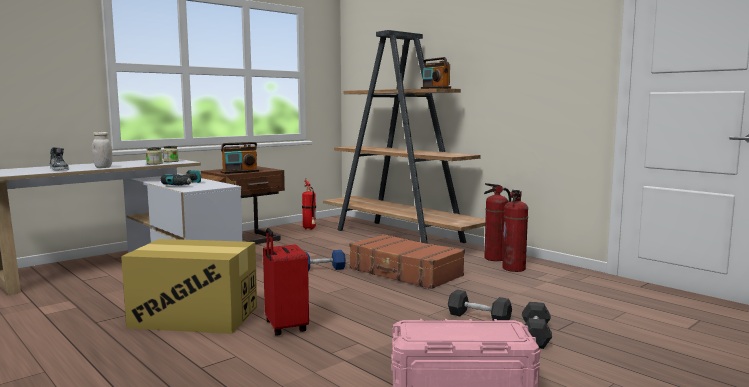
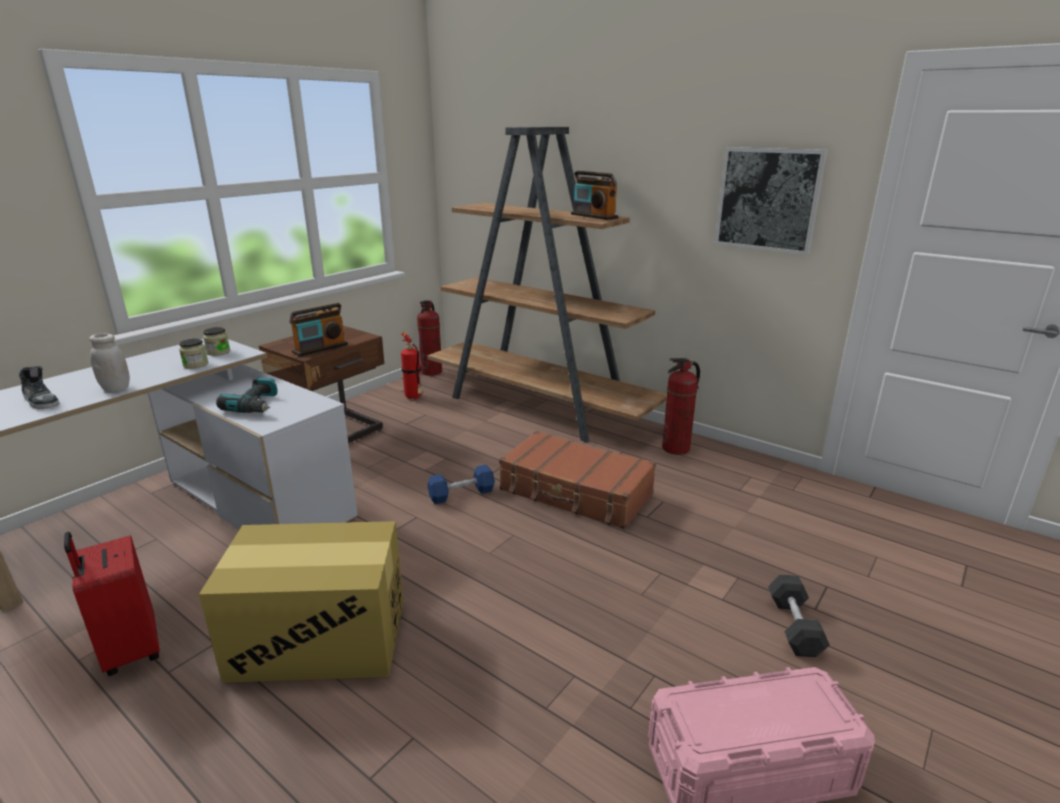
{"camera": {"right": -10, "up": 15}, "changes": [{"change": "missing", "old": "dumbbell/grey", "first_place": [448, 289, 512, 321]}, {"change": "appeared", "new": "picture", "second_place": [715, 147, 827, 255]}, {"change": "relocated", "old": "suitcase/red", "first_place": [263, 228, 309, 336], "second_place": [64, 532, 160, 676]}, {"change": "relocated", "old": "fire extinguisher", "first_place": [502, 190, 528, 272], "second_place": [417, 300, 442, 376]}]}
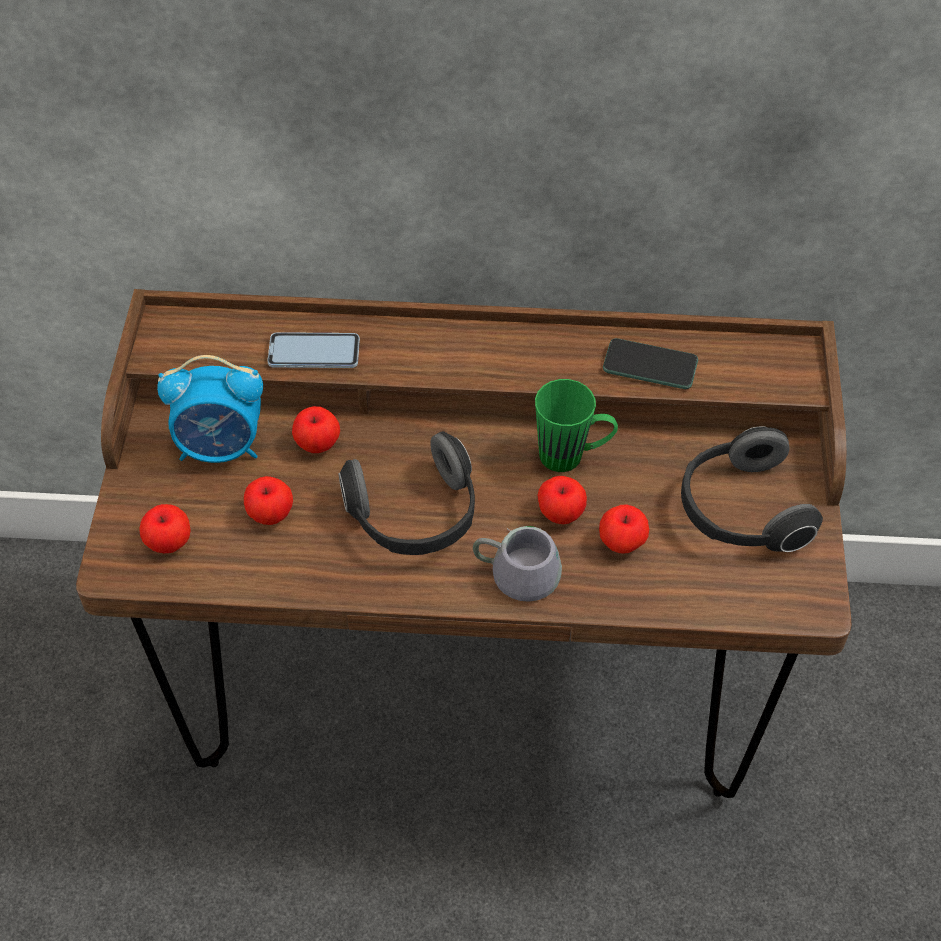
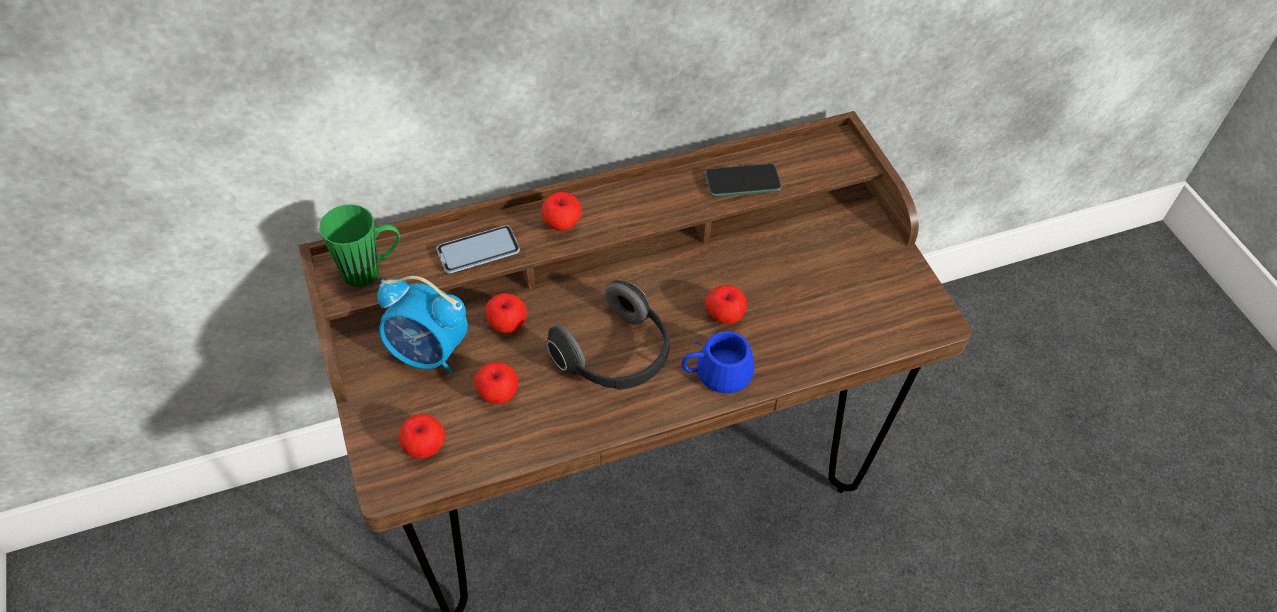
{"camera": {"right": -25, "up": 0}, "changes": [{"change": "missing", "old": "headphones", "first_place": [681, 426, 823, 552]}, {"change": "relocated", "old": "mug/green", "first_place": [535, 379, 618, 472], "second_place": [319, 204, 400, 287]}, {"change": "relocated", "old": "apple", "first_place": [599, 504, 649, 554], "second_place": [541, 192, 582, 231]}, {"change": "colour", "old": "mug/grey", "new": "mug/blue", "first_place": [473, 526, 562, 602], "second_place": [682, 331, 754, 394]}, {"change": "spun", "old": "alarm clock", "first_place": [157, 355, 263, 463], "second_place": [377, 276, 468, 373], "degrees": 45}]}
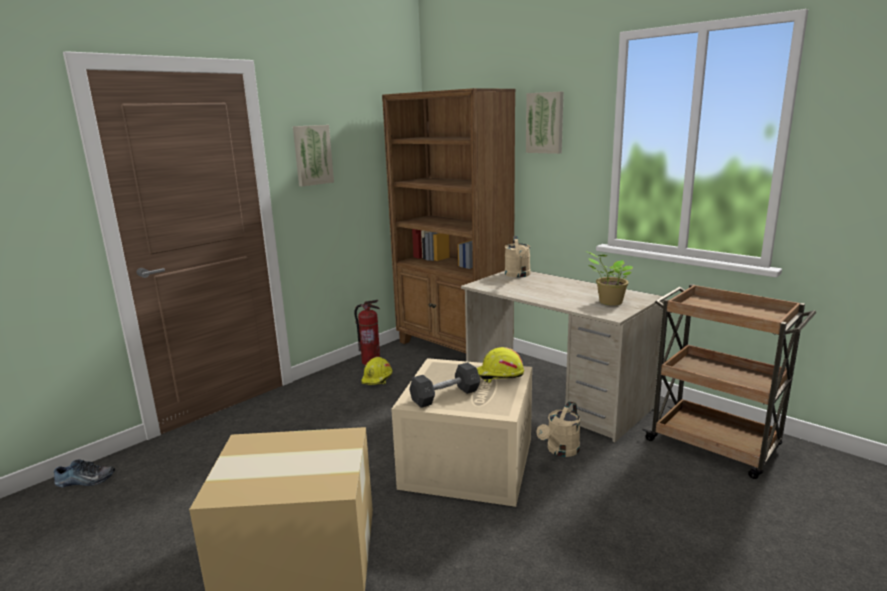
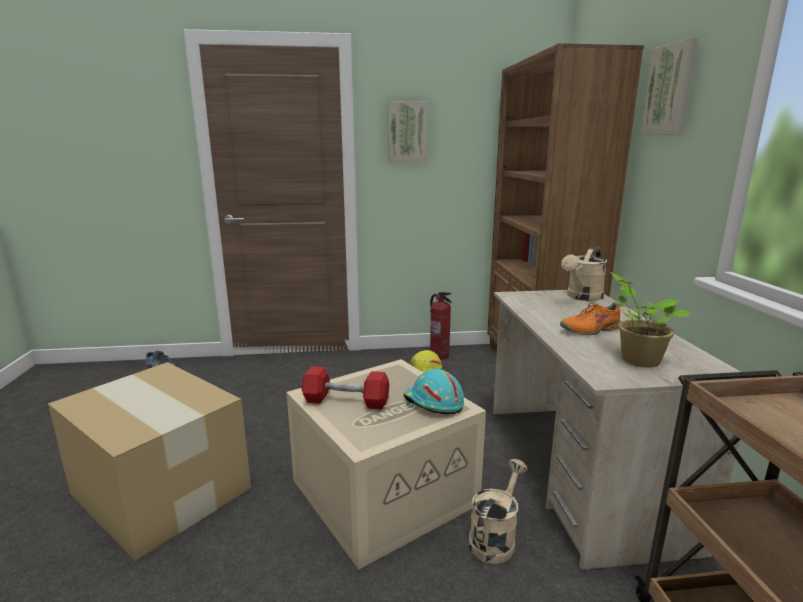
{"camera": {"right": 40, "up": 0}, "changes": [{"change": "appeared", "new": "shoe/orange", "second_place": [560, 302, 624, 335]}, {"change": "colour", "old": "dumbbell/grey", "new": "dumbbell/red", "first_place": [409, 362, 480, 408], "second_place": [301, 366, 390, 410]}, {"change": "colour", "old": "hard hat/yellow", "new": "hard hat/turquoise", "first_place": [477, 347, 524, 383], "second_place": [404, 369, 464, 415]}, {"change": "spun", "old": "watering can/beige", "first_place": [537, 401, 580, 457], "second_place": [468, 459, 528, 564], "degrees": 135}]}
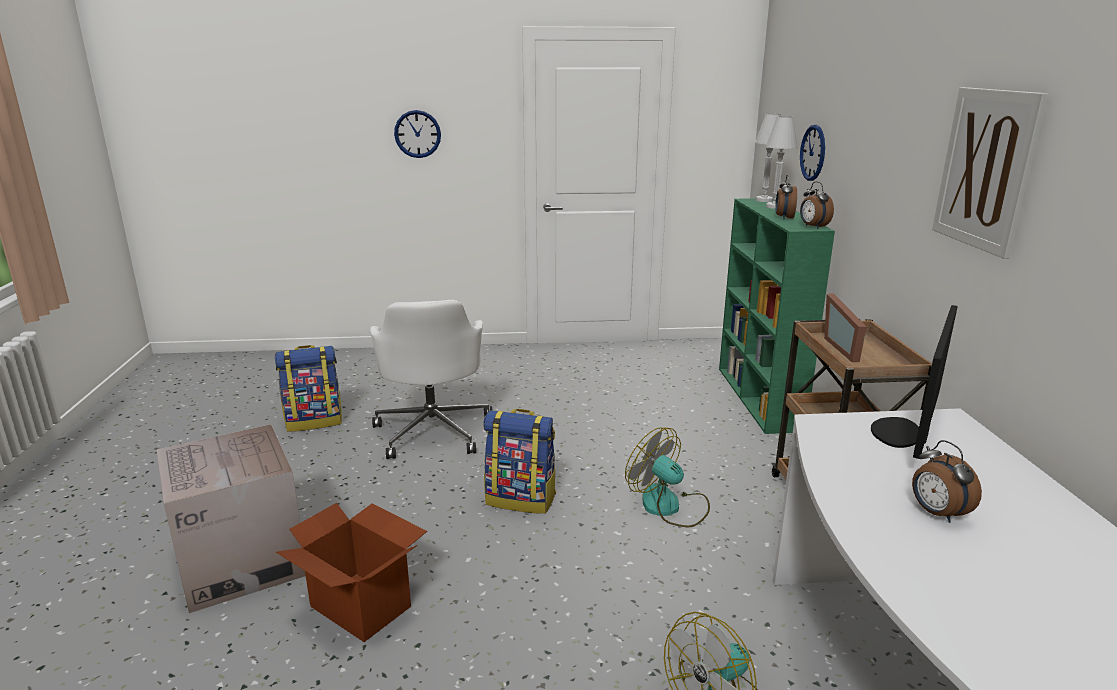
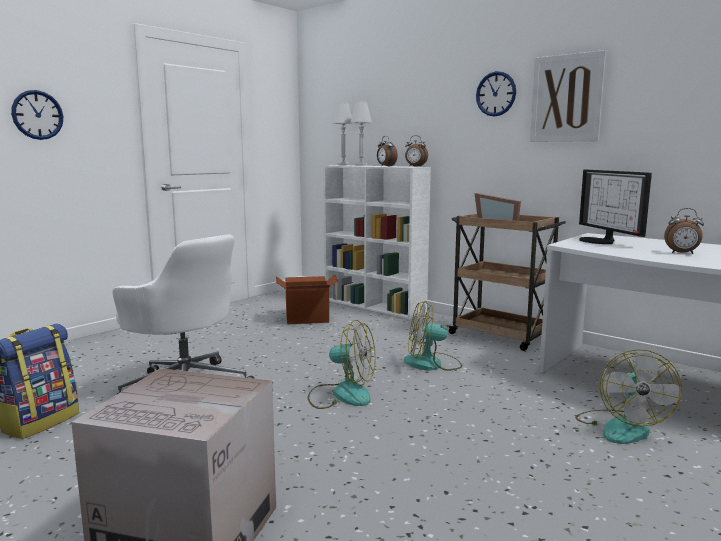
{"camera": {"right": -45, "up": -10}, "changes": [{"change": "relocated", "old": "cardboard box", "first_place": [276, 503, 427, 642], "second_place": [276, 275, 338, 324]}, {"change": "relocated", "old": "wall clock", "first_place": [800, 125, 825, 181], "second_place": [476, 71, 516, 117]}, {"change": "exchanged", "old": "backpack", "new": "fan", "first_place": [483, 409, 556, 514], "second_place": [308, 320, 376, 409]}, {"change": "colour", "old": "bookcase/green", "new": "bookcase/white", "first_place": [719, 198, 835, 434], "second_place": [323, 165, 431, 319]}]}
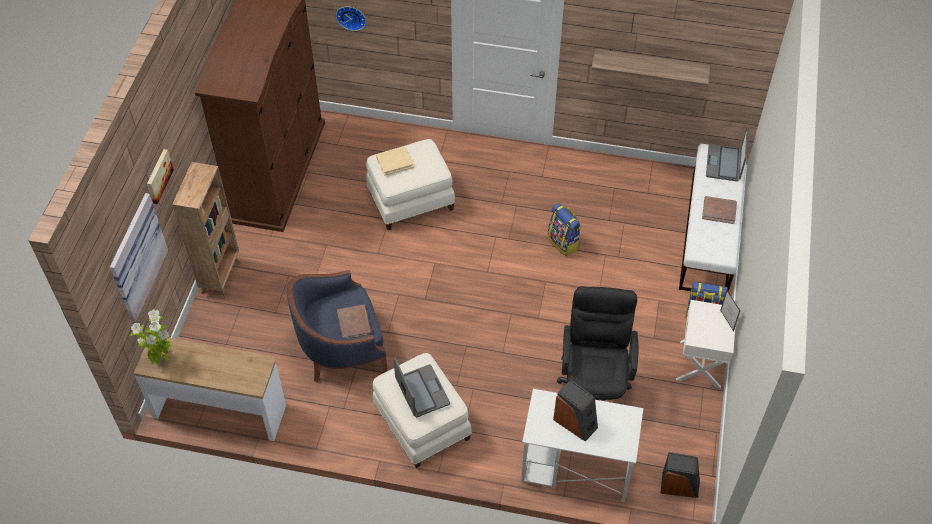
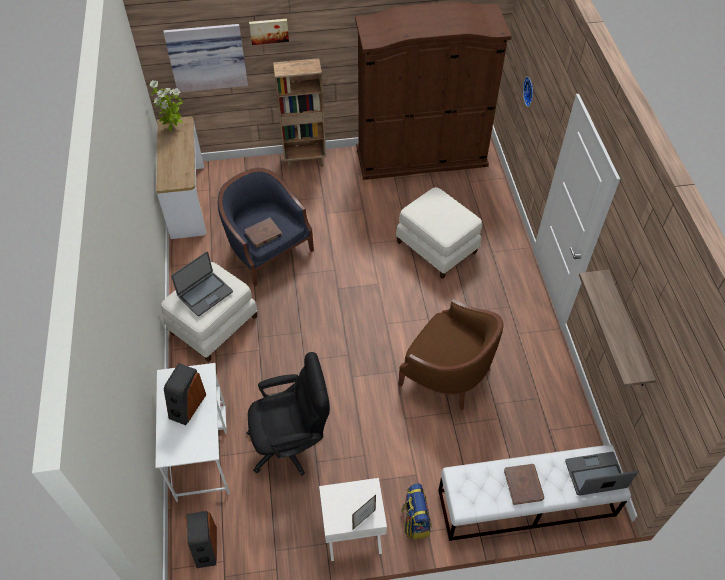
{"camera": {"right": 70, "up": 0}, "changes": [{"change": "missing", "old": "book/beige", "first_place": [376, 147, 414, 176]}, {"change": "exchanged", "old": "backpack", "new": "armchair/brown", "first_place": [547, 203, 581, 256], "second_place": [398, 299, 504, 410]}]}
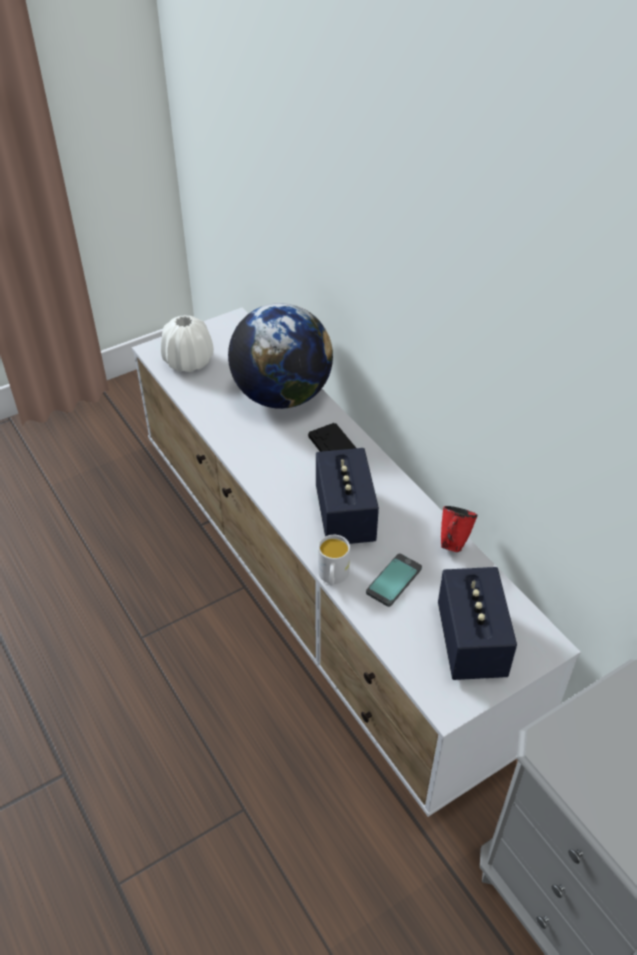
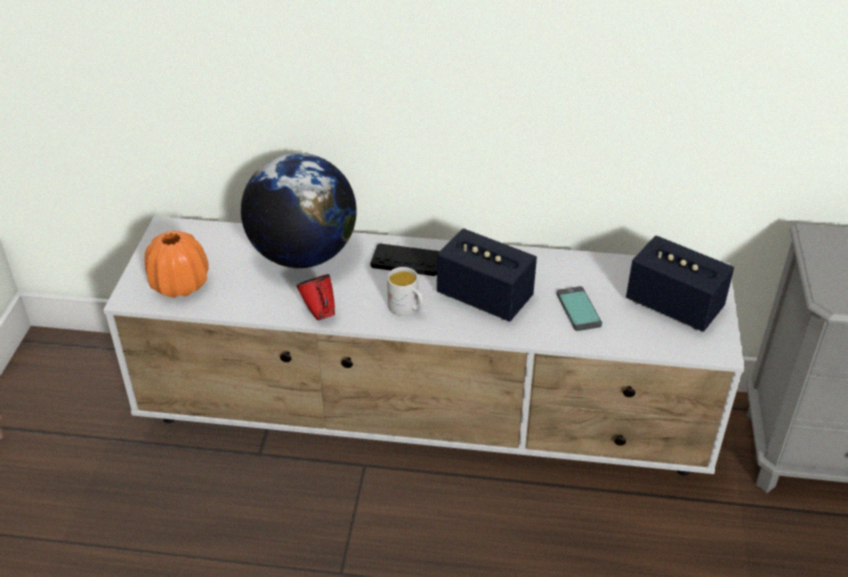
{"camera": {"right": -50, "up": -5}, "changes": [{"change": "relocated", "old": "mug/white", "first_place": [318, 535, 350, 586], "second_place": [387, 267, 423, 316]}, {"change": "relocated", "old": "mug/red", "first_place": [441, 506, 477, 552], "second_place": [296, 274, 335, 320]}, {"change": "colour", "old": "vase/white", "new": "vase/orange", "first_place": [161, 315, 214, 372], "second_place": [145, 231, 209, 298]}]}
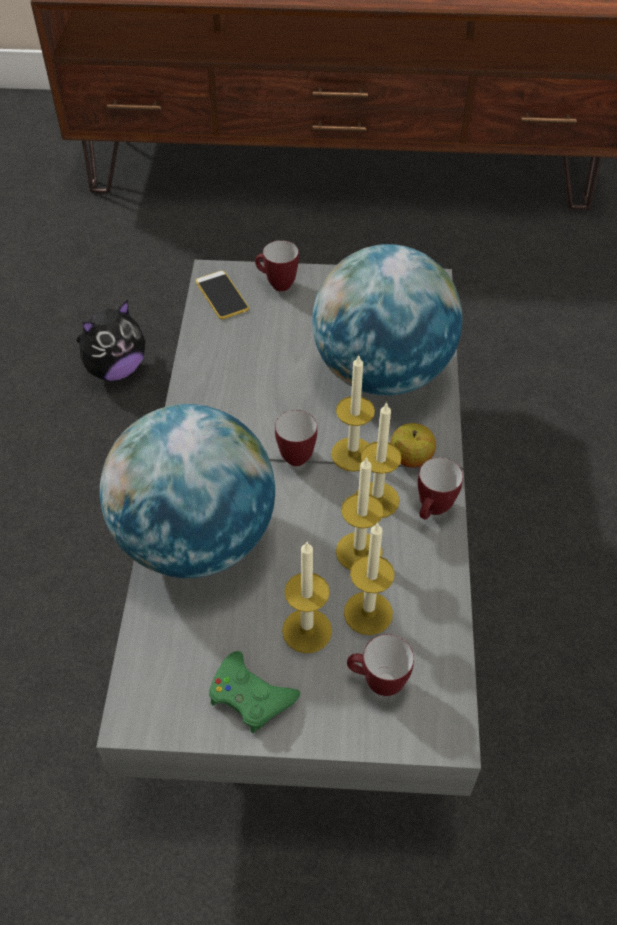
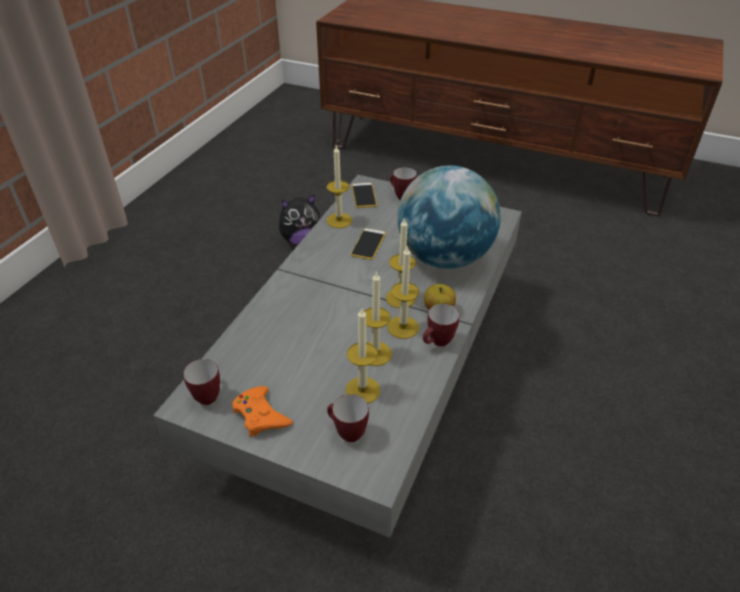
{"camera": {"right": 20, "up": -10}, "changes": [{"change": "missing", "old": "globe", "first_place": [100, 404, 275, 578]}, {"change": "appeared", "new": "phone", "second_place": [351, 228, 386, 260]}, {"change": "relocated", "old": "mug", "first_place": [275, 410, 317, 466], "second_place": [183, 359, 220, 405]}, {"change": "relocated", "old": "candle", "first_place": [282, 542, 332, 654], "second_place": [326, 144, 352, 228]}, {"change": "colour", "old": "game controller/green", "new": "game controller/orange", "first_place": [209, 651, 300, 733], "second_place": [232, 386, 293, 437]}]}
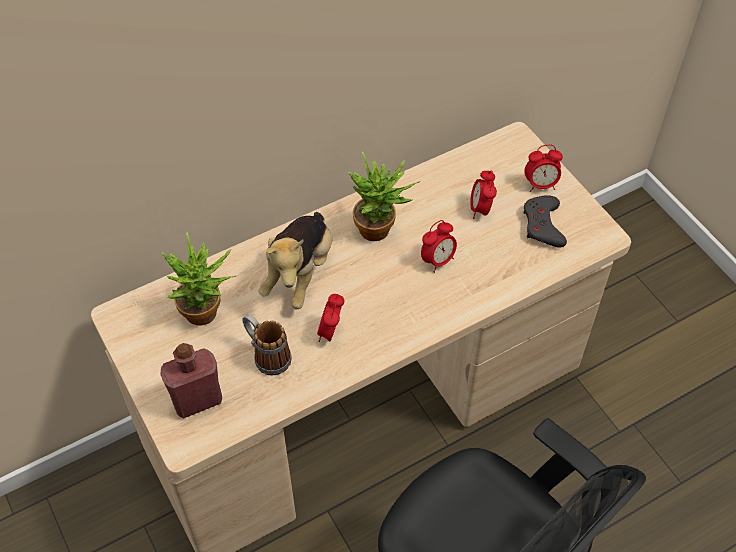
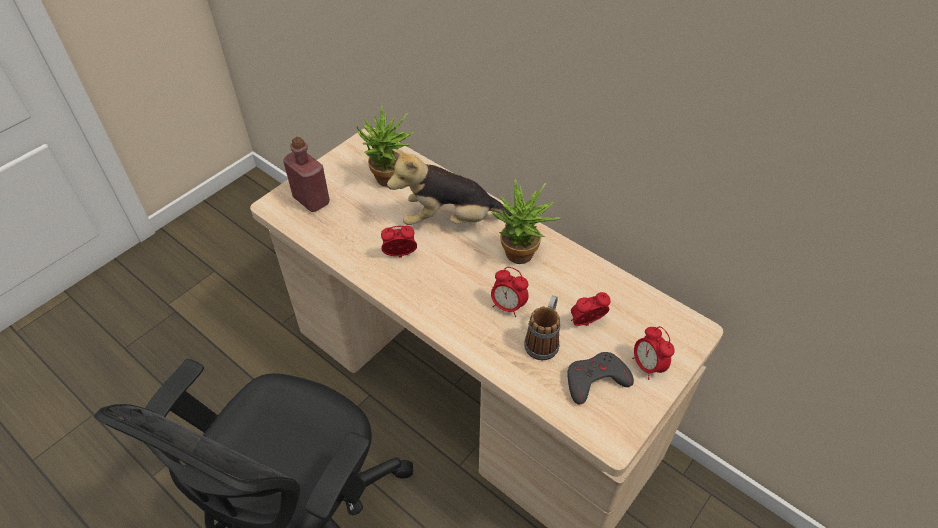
{"camera": {"right": 70, "up": -5}, "changes": [{"change": "relocated", "old": "mug", "first_place": [242, 314, 292, 376], "second_place": [524, 295, 560, 360]}]}
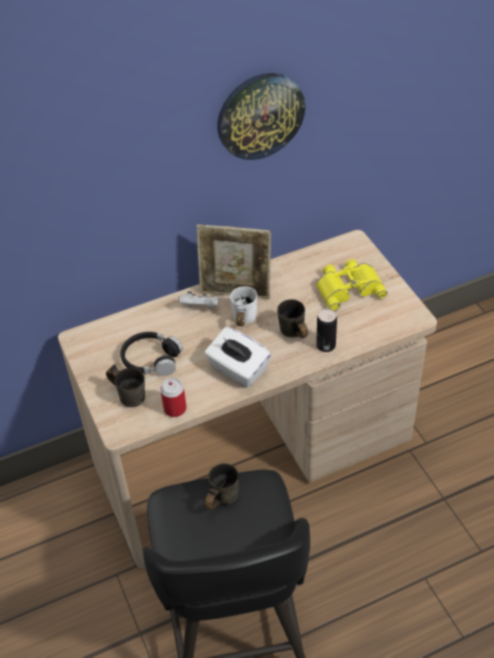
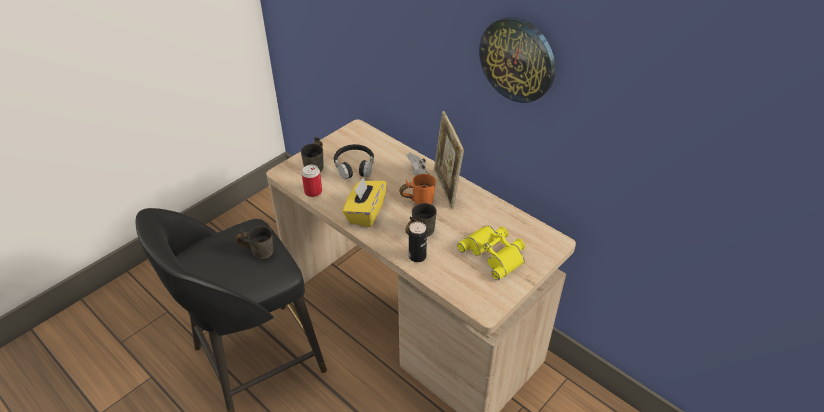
{"camera": {"right": 65, "up": -5}, "changes": [{"change": "colour", "old": "tissue box/white", "new": "tissue box/yellow", "first_place": [205, 327, 271, 388], "second_place": [343, 177, 387, 227]}, {"change": "colour", "old": "mug/white", "new": "mug/orange", "first_place": [230, 286, 257, 326], "second_place": [400, 174, 436, 204]}]}
